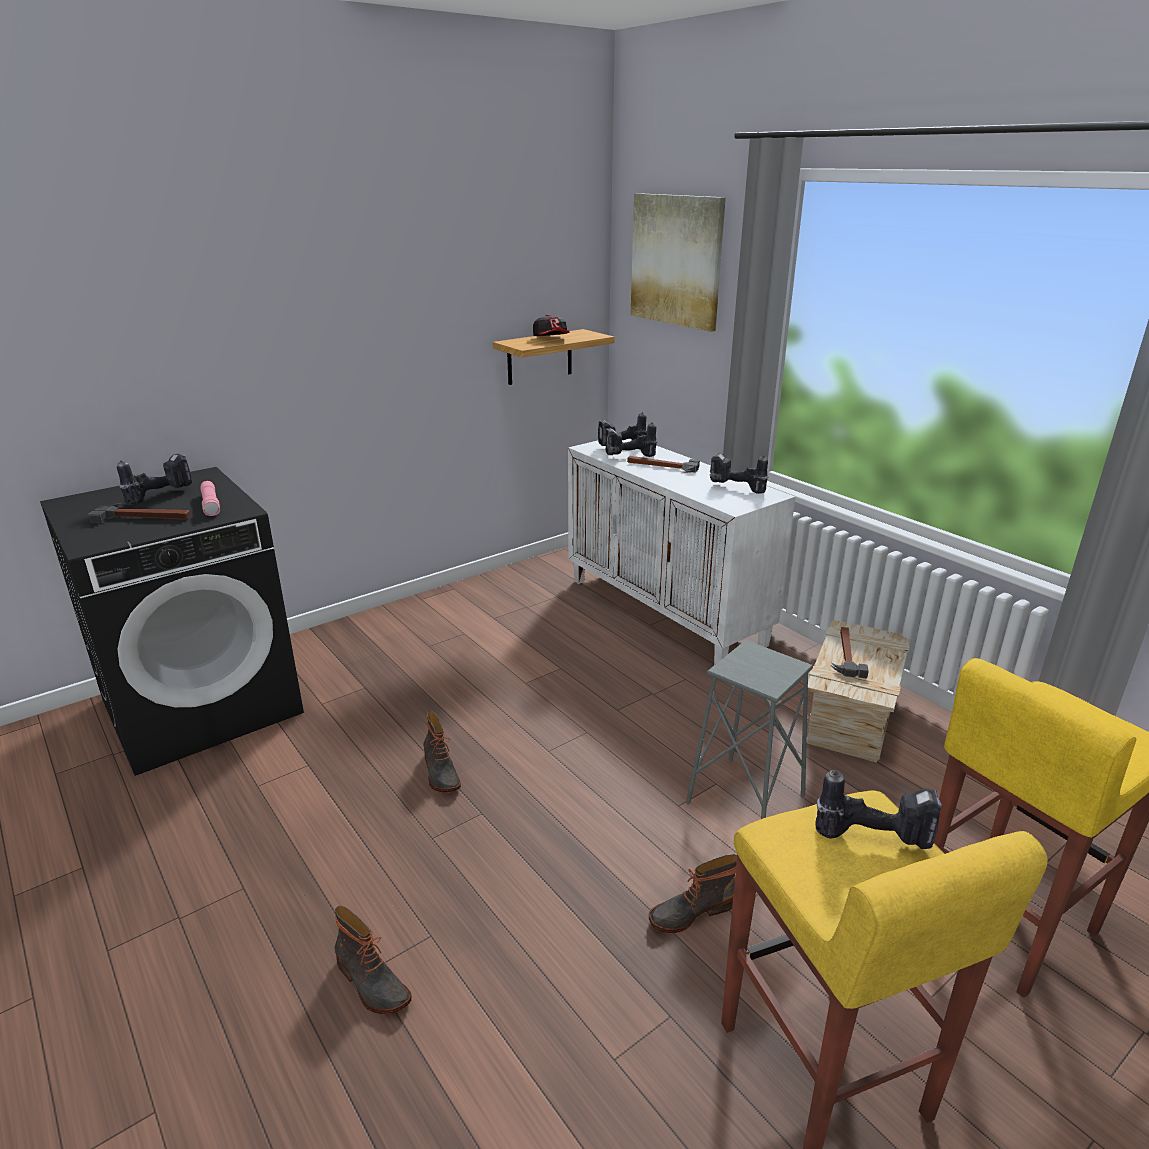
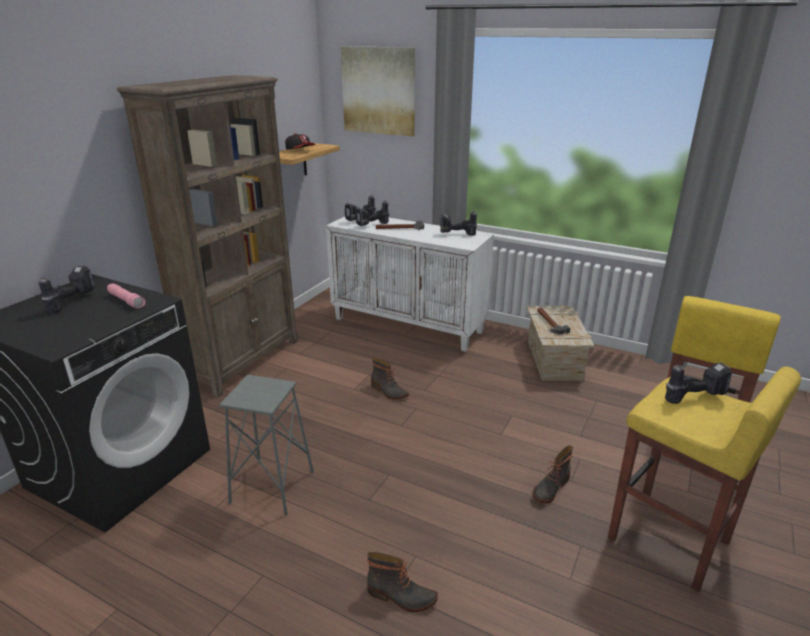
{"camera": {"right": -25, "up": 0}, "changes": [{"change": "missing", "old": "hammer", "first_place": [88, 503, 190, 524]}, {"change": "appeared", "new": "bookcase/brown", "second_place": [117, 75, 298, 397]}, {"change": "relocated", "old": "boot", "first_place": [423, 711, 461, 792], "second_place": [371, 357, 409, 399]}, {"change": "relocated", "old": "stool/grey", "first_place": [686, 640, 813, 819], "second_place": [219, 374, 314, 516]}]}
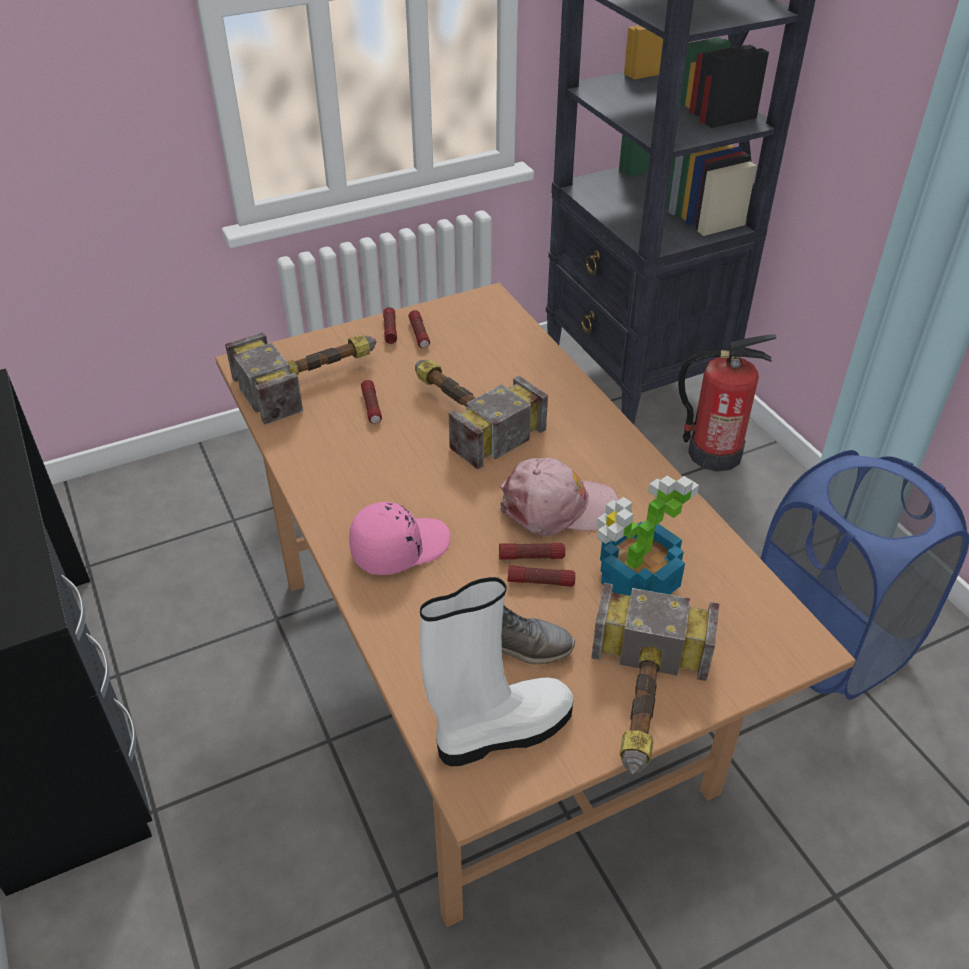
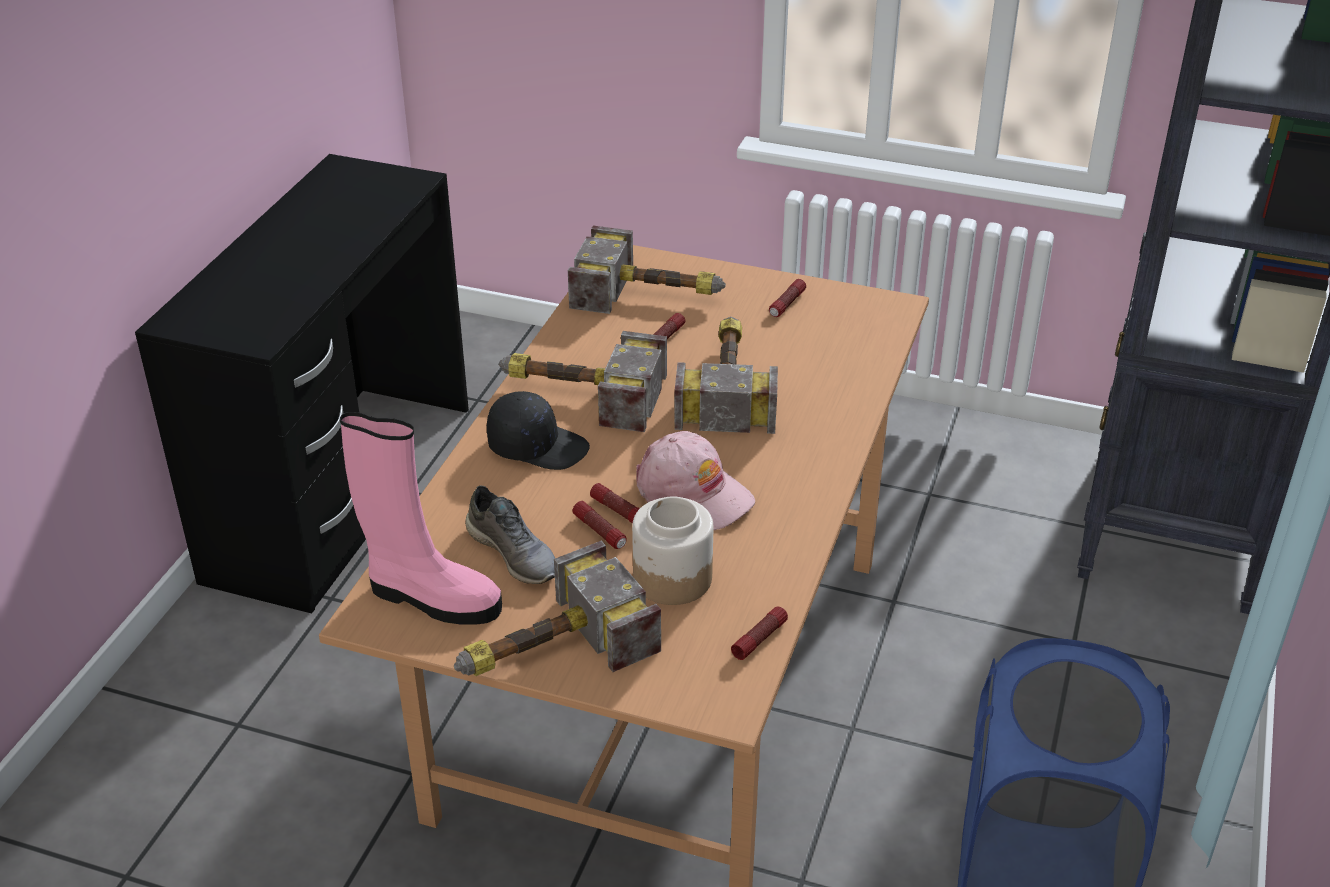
{"camera": {"right": 45, "up": -5}, "changes": [{"change": "missing", "old": "fire extinguisher", "first_place": [678, 334, 777, 471]}, {"change": "appeared", "new": "hammer", "second_place": [499, 331, 667, 432]}, {"change": "relocated", "old": "flashlight", "first_place": [383, 307, 397, 344], "second_place": [731, 607, 788, 660]}, {"change": "exchanged", "old": "potted plant", "new": "jar", "first_place": [597, 475, 699, 596], "second_place": [632, 496, 713, 605]}, {"change": "colour", "old": "cap/pink", "new": "cap/black", "first_place": [349, 502, 450, 575], "second_place": [487, 391, 590, 470]}, {"change": "colour", "old": "boot/white", "new": "boot/pink", "first_place": [420, 577, 574, 766], "second_place": [340, 412, 502, 625]}]}
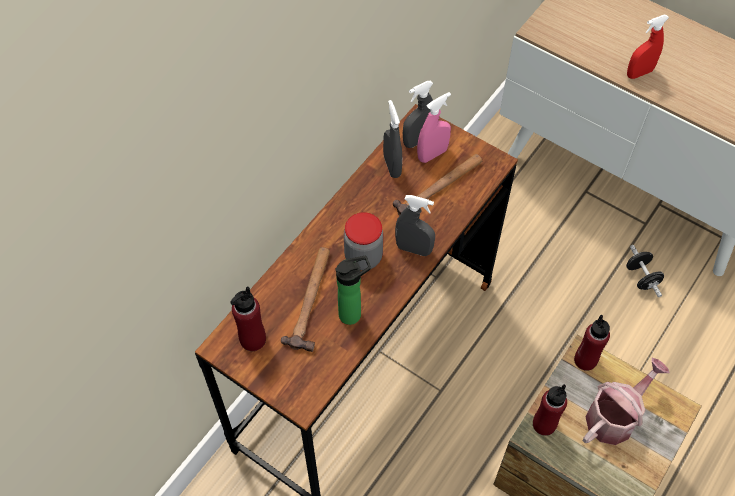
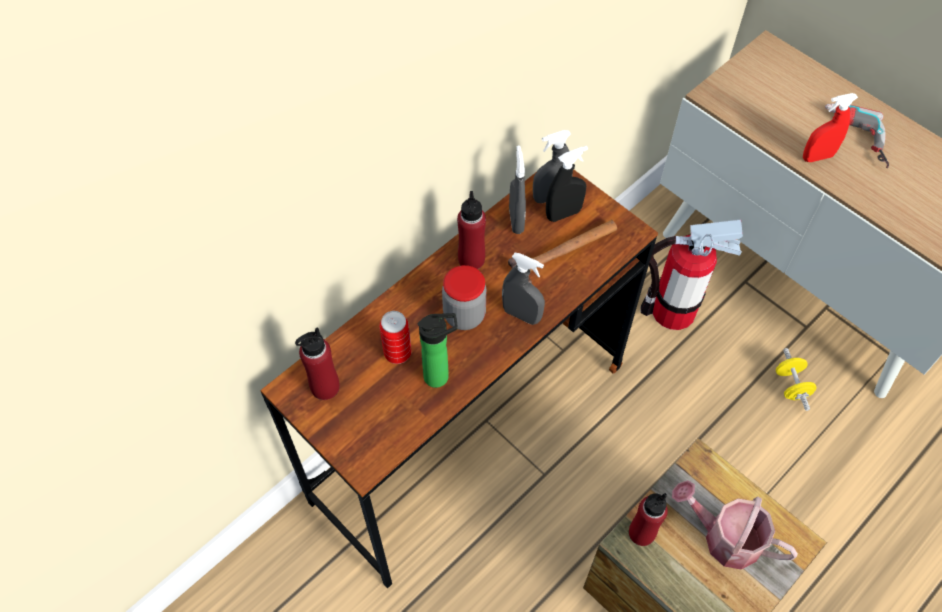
{"camera": {"right": 10, "up": 0}, "changes": [{"change": "appeared", "new": "fire extinguisher", "second_place": [640, 220, 743, 330]}, {"change": "appeared", "new": "power drill", "second_place": [825, 103, 889, 168]}, {"change": "relocated", "old": "bottle/red", "first_place": [574, 315, 610, 371], "second_place": [457, 191, 486, 269]}, {"change": "exchanged", "old": "hammer", "new": "can", "first_place": [281, 247, 330, 352], "second_place": [380, 311, 412, 364]}, {"change": "colour", "old": "spray bottle/pink", "new": "spray bottle/black", "first_place": [417, 92, 451, 163], "second_place": [546, 146, 588, 222]}, {"change": "colour", "old": "dumbbell/black", "new": "dumbbell/yellow", "first_place": [626, 245, 664, 297], "second_place": [776, 348, 816, 411]}, {"change": "spun", "old": "watering can", "first_place": [583, 358, 670, 445], "second_place": [672, 480, 798, 570], "degrees": -120}]}
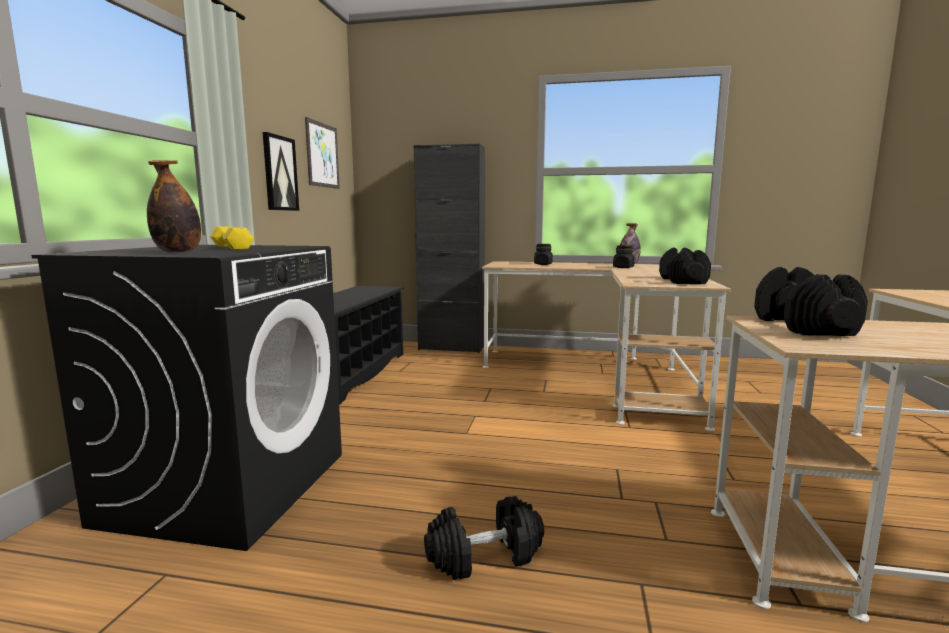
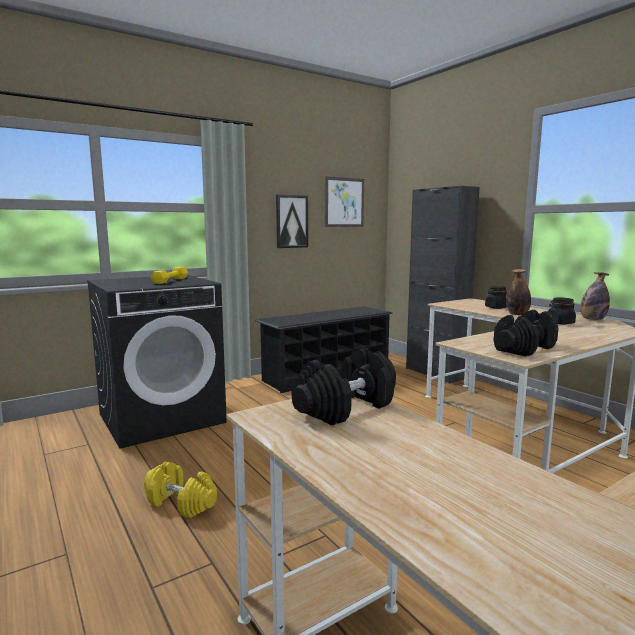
{"camera": {"right": 45, "up": 0}, "changes": [{"change": "relocated", "old": "bottle", "first_place": [147, 160, 201, 252], "second_place": [506, 269, 531, 315]}, {"change": "colour", "old": "dumbbell/black", "new": "dumbbell/yellow", "first_place": [424, 496, 544, 580], "second_place": [144, 462, 217, 518]}]}
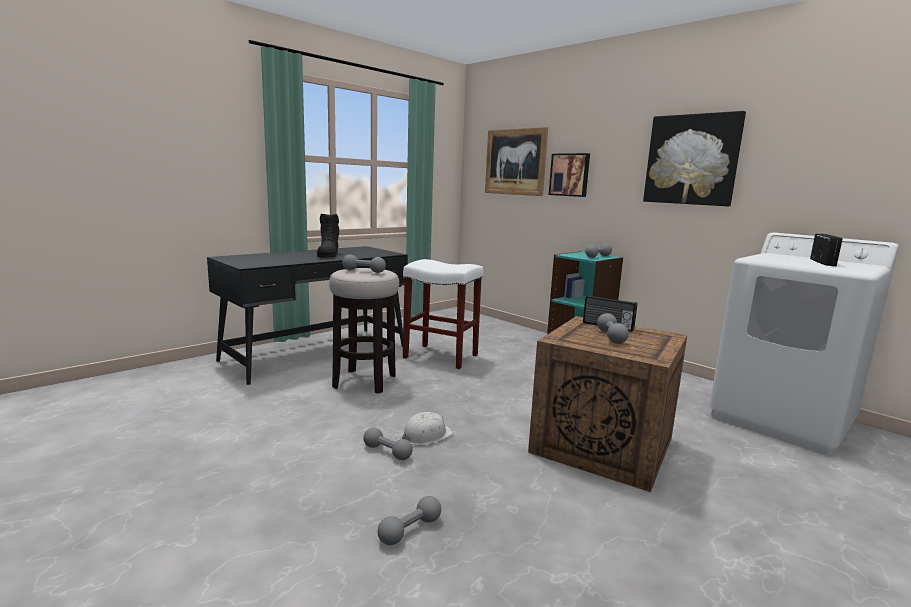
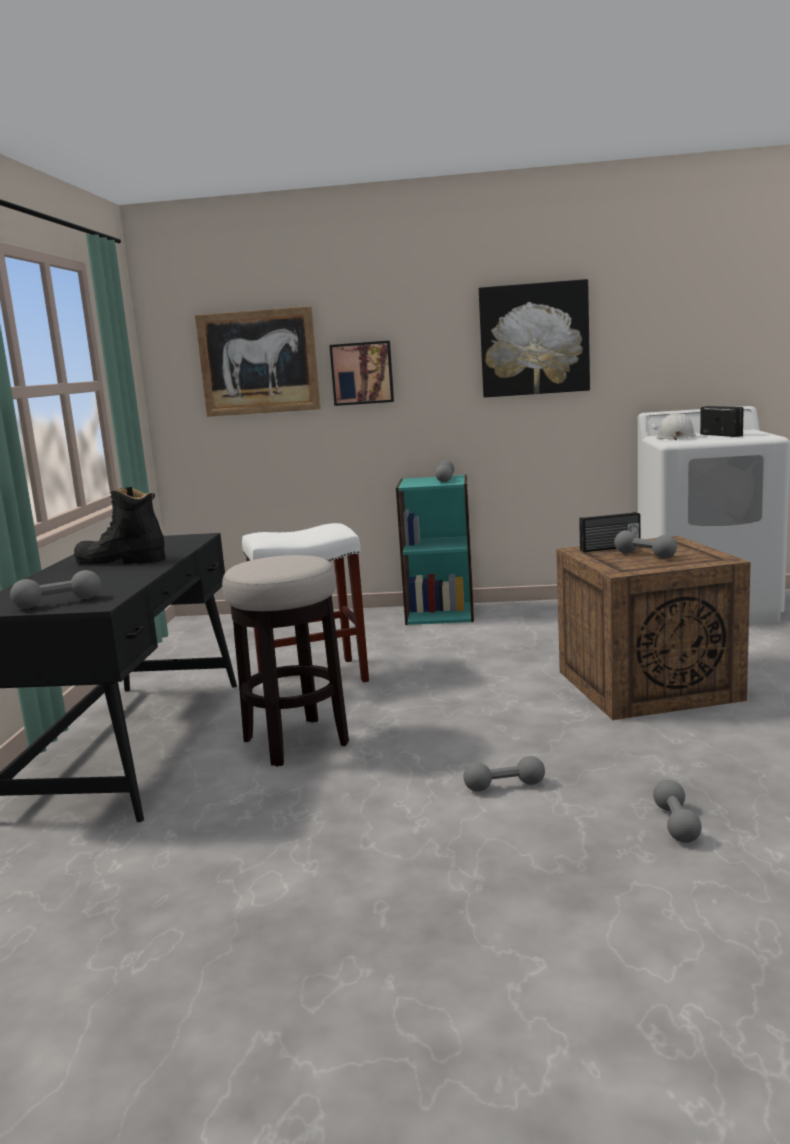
{"camera": {"right": -40, "up": 0}, "changes": [{"change": "relocated", "old": "dumbbell/grey", "first_place": [342, 255, 386, 273], "second_place": [10, 570, 101, 609]}, {"change": "relocated", "old": "hard hat/white", "first_place": [402, 412, 454, 445], "second_place": [656, 413, 696, 440]}, {"change": "spun", "old": "boot/black", "first_place": [317, 214, 339, 258], "second_place": [74, 487, 165, 565], "degrees": 150}]}
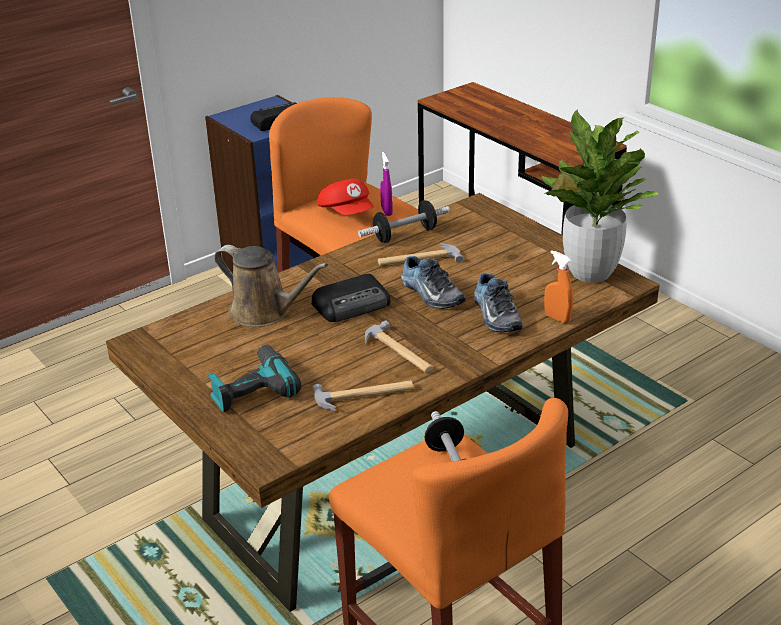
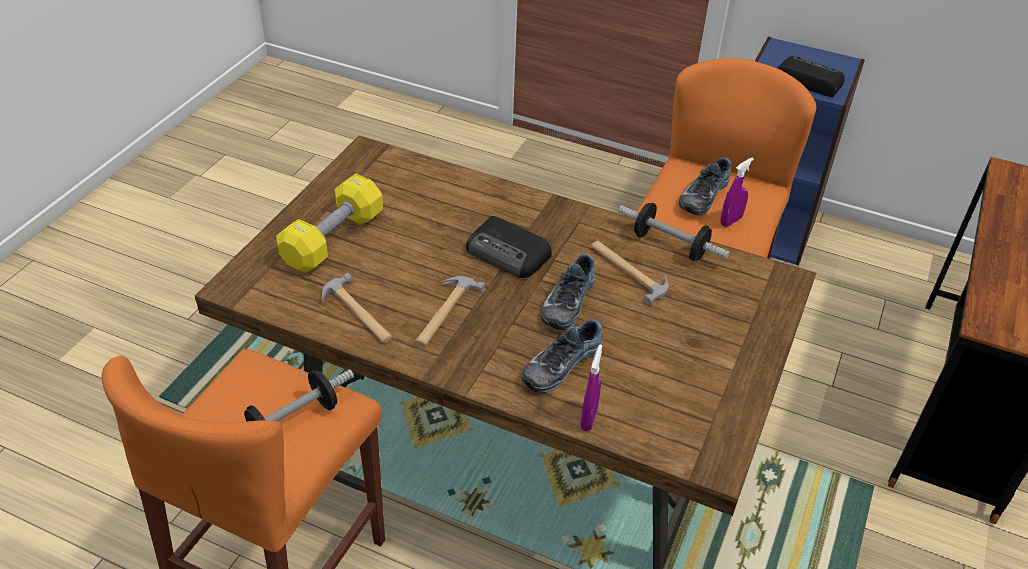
{"camera": {"right": 60, "up": 10}, "changes": [{"change": "missing", "old": "watering can/brown", "first_place": [214, 245, 328, 327]}, {"change": "missing", "old": "potted plant", "first_place": [542, 109, 658, 283]}, {"change": "exchanged", "old": "power drill", "new": "dumbbell/yellow", "first_place": [208, 345, 301, 412], "second_place": [276, 174, 383, 273]}, {"change": "exchanged", "old": "cap/red", "new": "shoe", "first_place": [317, 179, 374, 215], "second_place": [679, 157, 731, 215]}, {"change": "colour", "old": "spray bottle/orange", "new": "spray bottle/purple", "first_place": [544, 250, 573, 323], "second_place": [580, 345, 602, 431]}]}
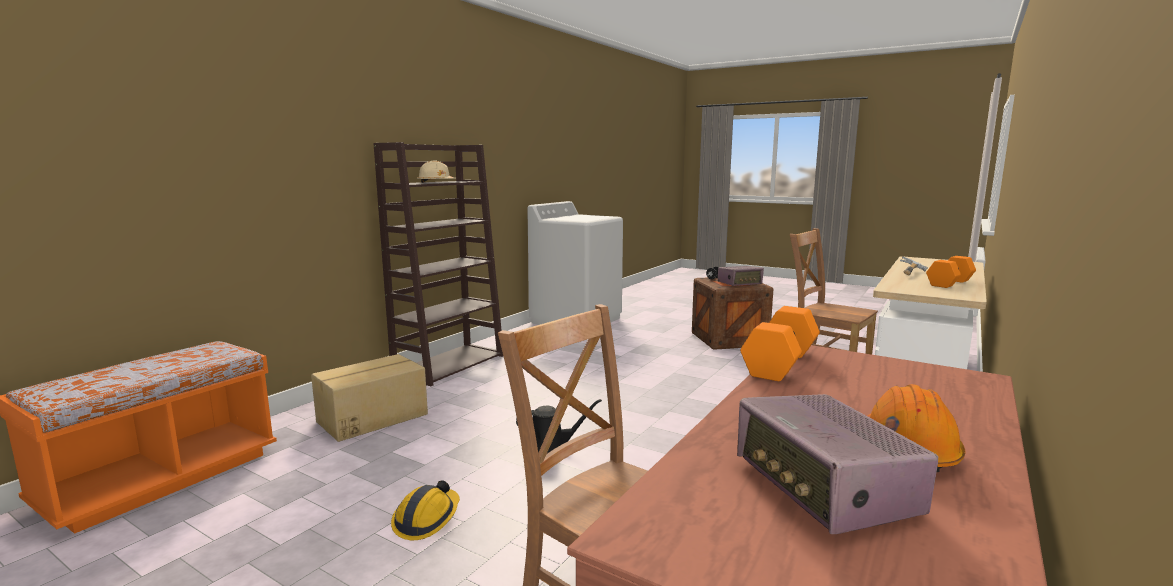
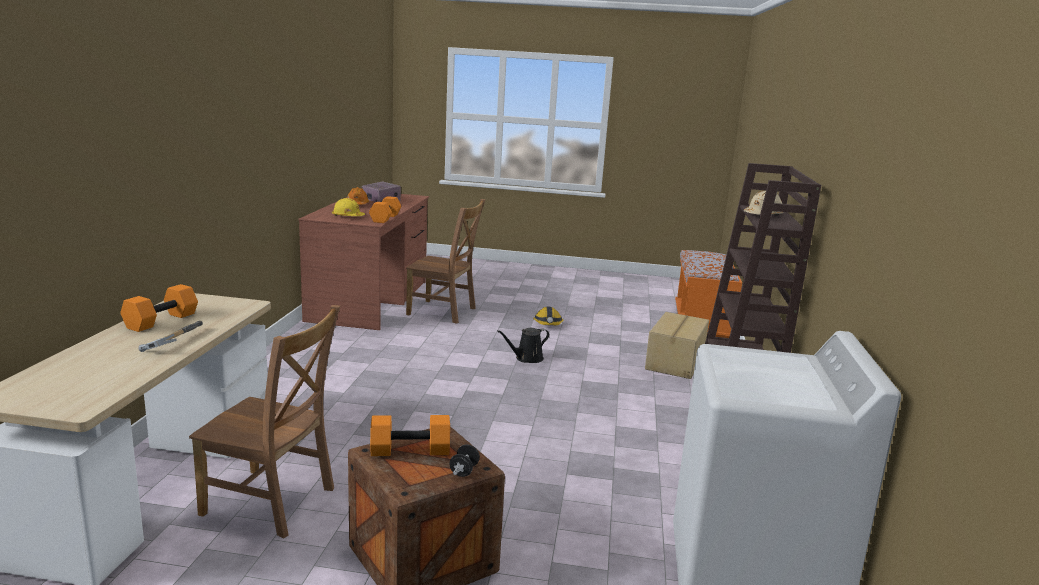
{"camera": {"right": 155, "up": 5}, "changes": [{"change": "appeared", "new": "hard hat/yellow", "second_place": [332, 198, 365, 216]}, {"change": "exchanged", "old": "radio", "new": "dumbbell/orange", "first_place": [717, 266, 764, 286], "second_place": [370, 415, 450, 456]}]}
